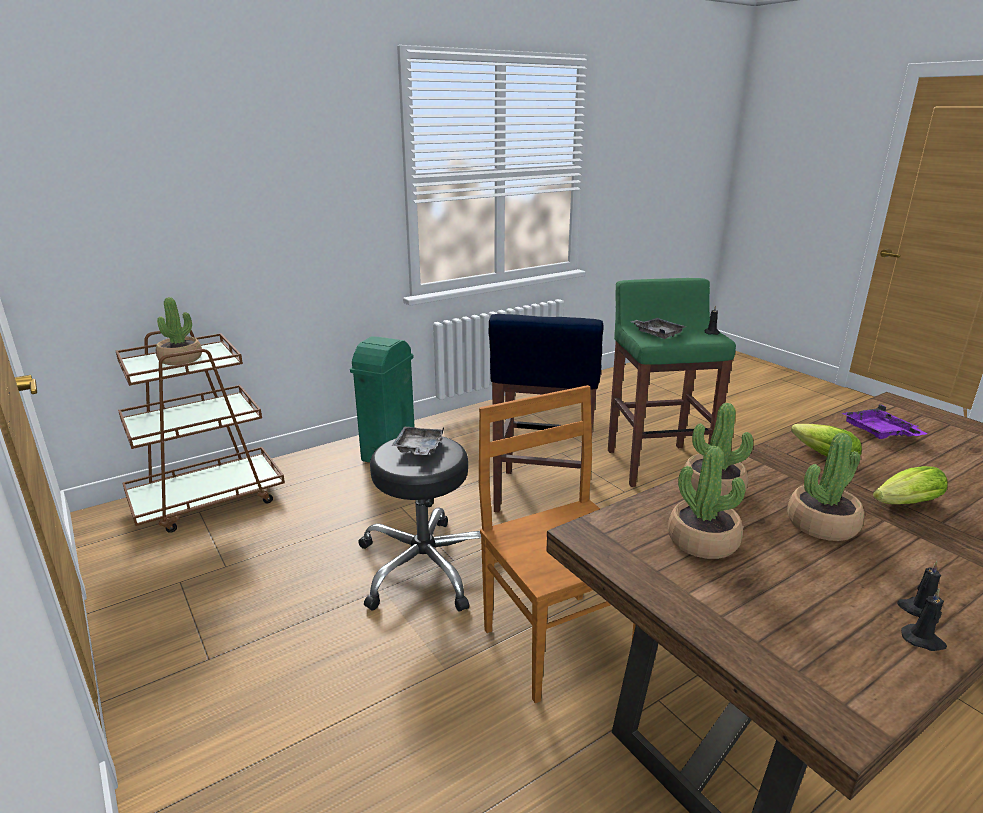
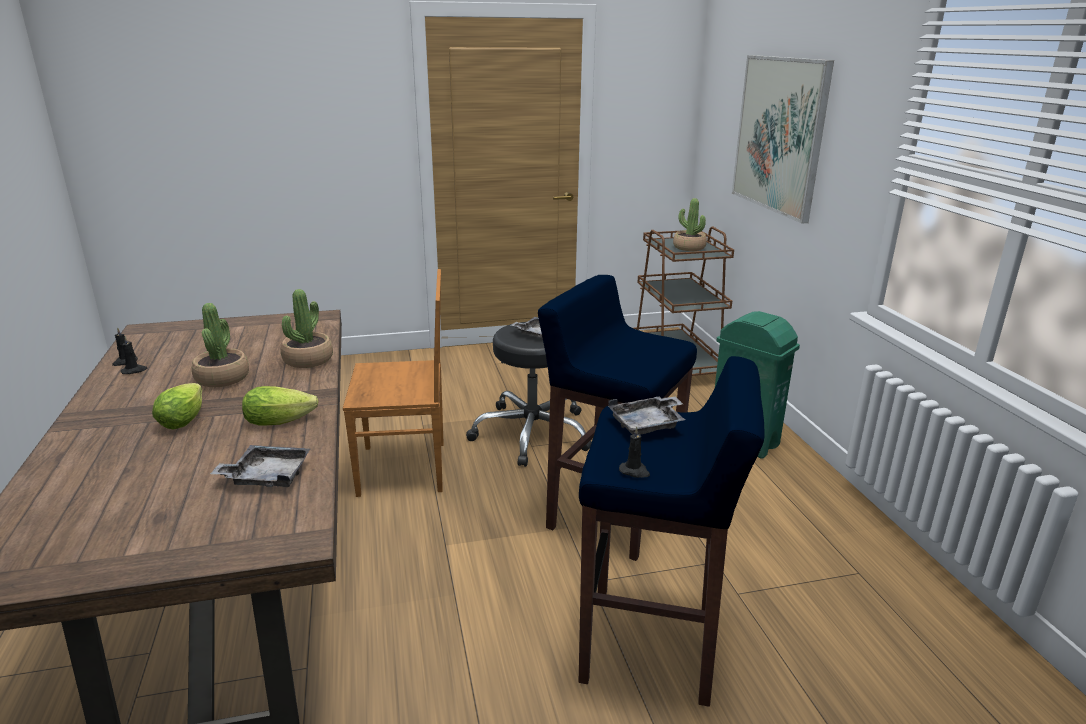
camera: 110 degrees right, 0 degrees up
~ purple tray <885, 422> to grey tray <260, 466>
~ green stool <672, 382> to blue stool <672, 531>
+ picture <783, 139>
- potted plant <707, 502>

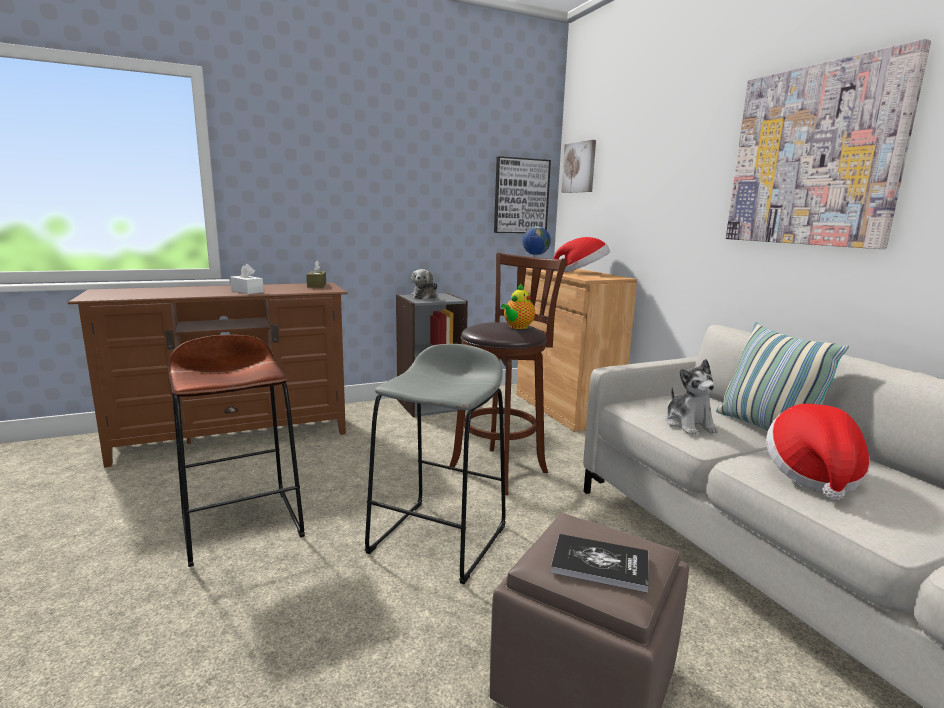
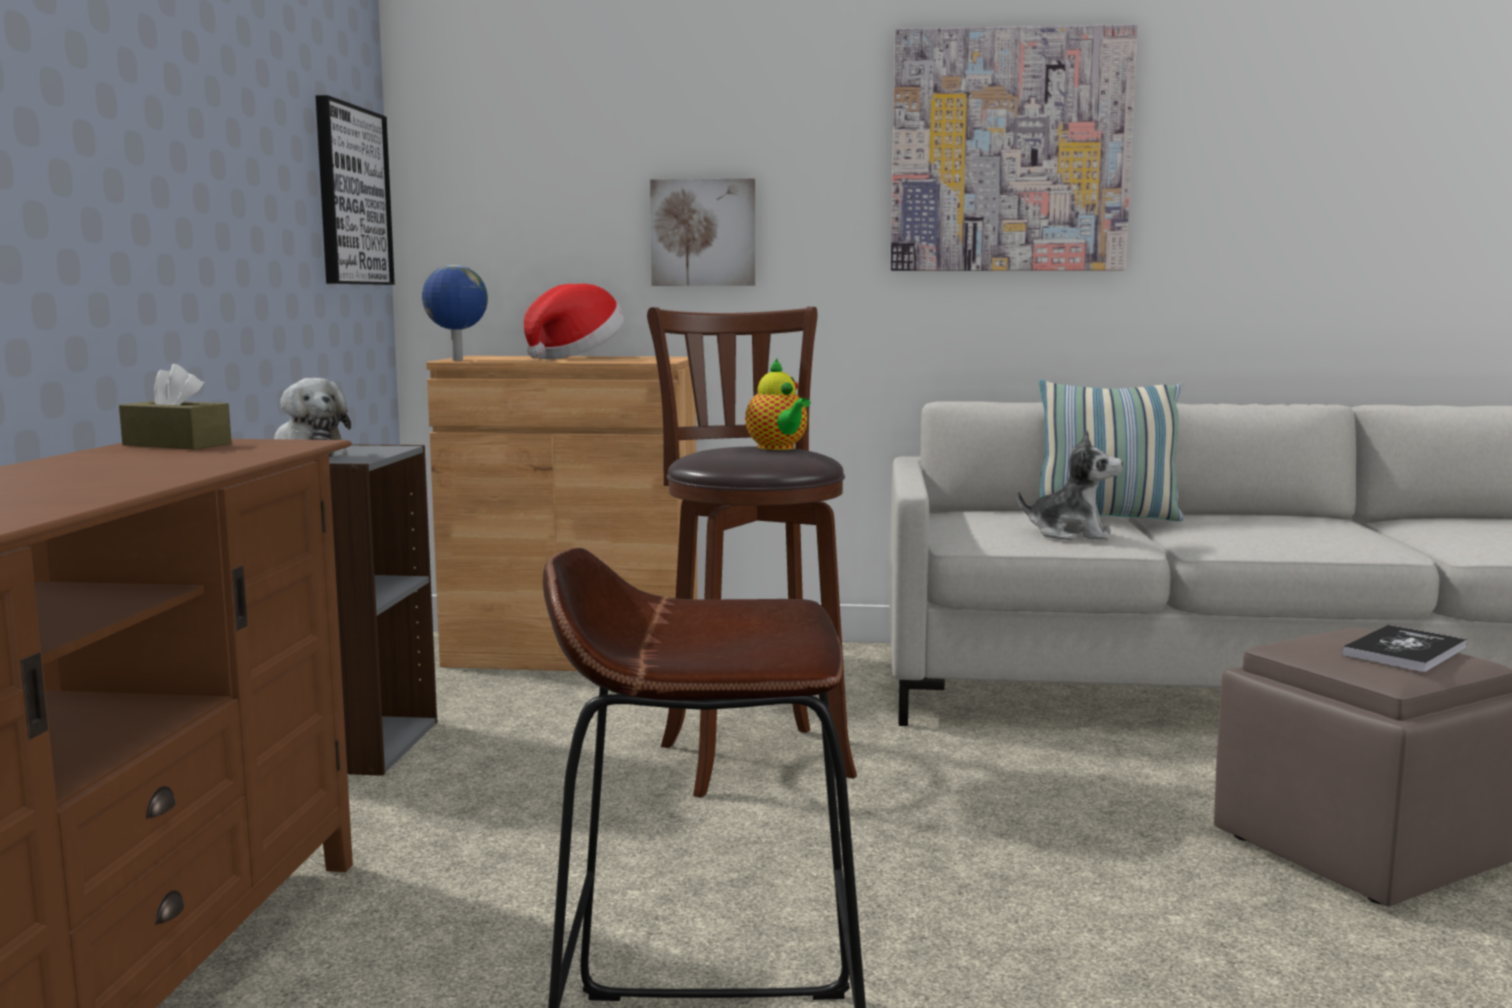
camera: 60 degrees left, 5 degrees down
~ picture <579, 166> to <702, 232>
- white tissue box <247, 279>
- grey stool <435, 464>
- hat <818, 452>

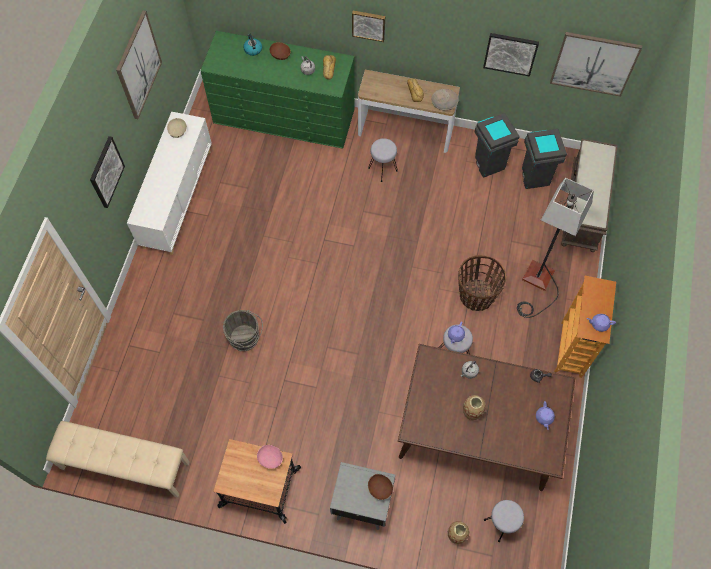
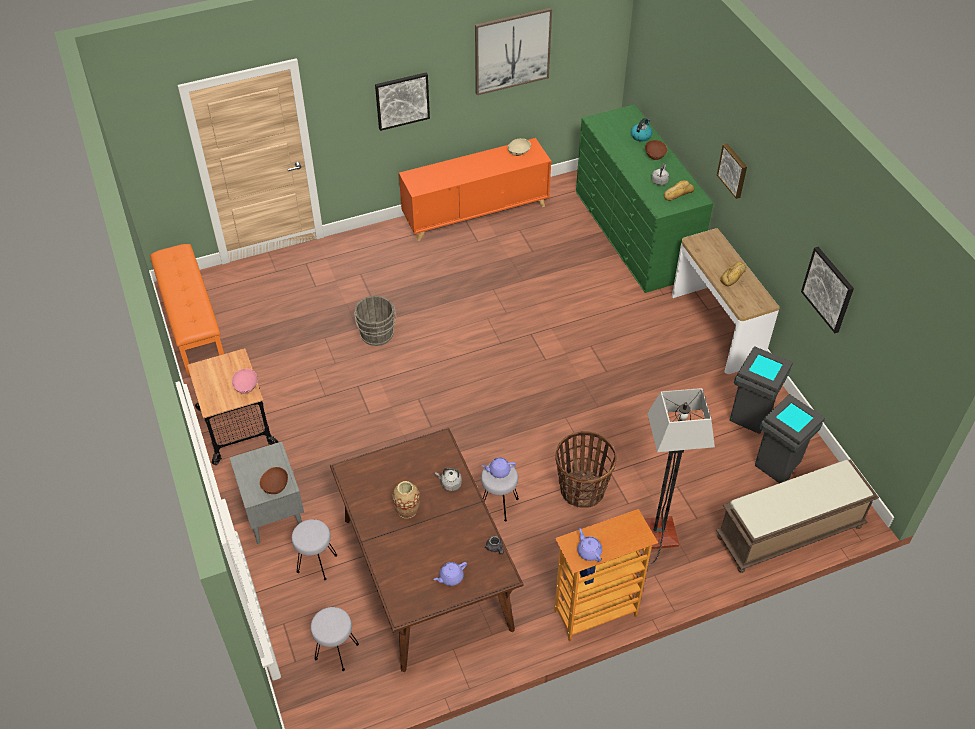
camera: 55 degrees right, 15 degrees down
~ beige bench <118, 459> to orange bench <187, 310>
~ grey stool <383, 160> to <314, 549>
~ white cabinet <169, 183> to orange cabinet <475, 189>
- beige bowl <445, 99>
- vase <458, 532>
- picture <596, 64>

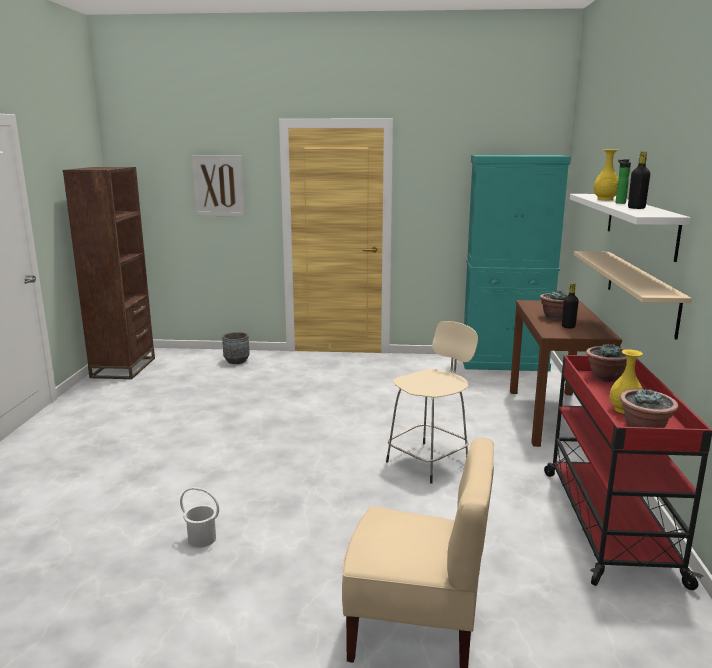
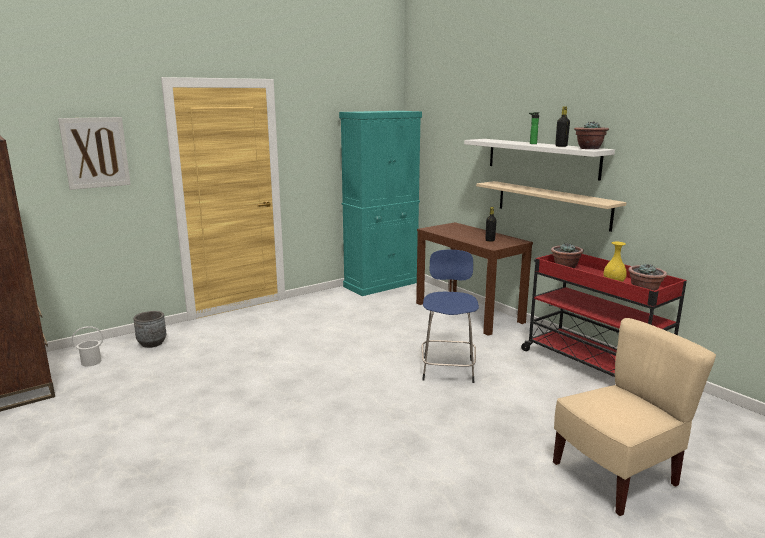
camera: 40 degrees left, 0 degrees up
~ white bucket <199, 517> to <87, 346>
~ beige stool <432, 402> to blue stool <450, 316>
~ potted plant <554, 304> to <591, 135>
- yellow vase <606, 174>

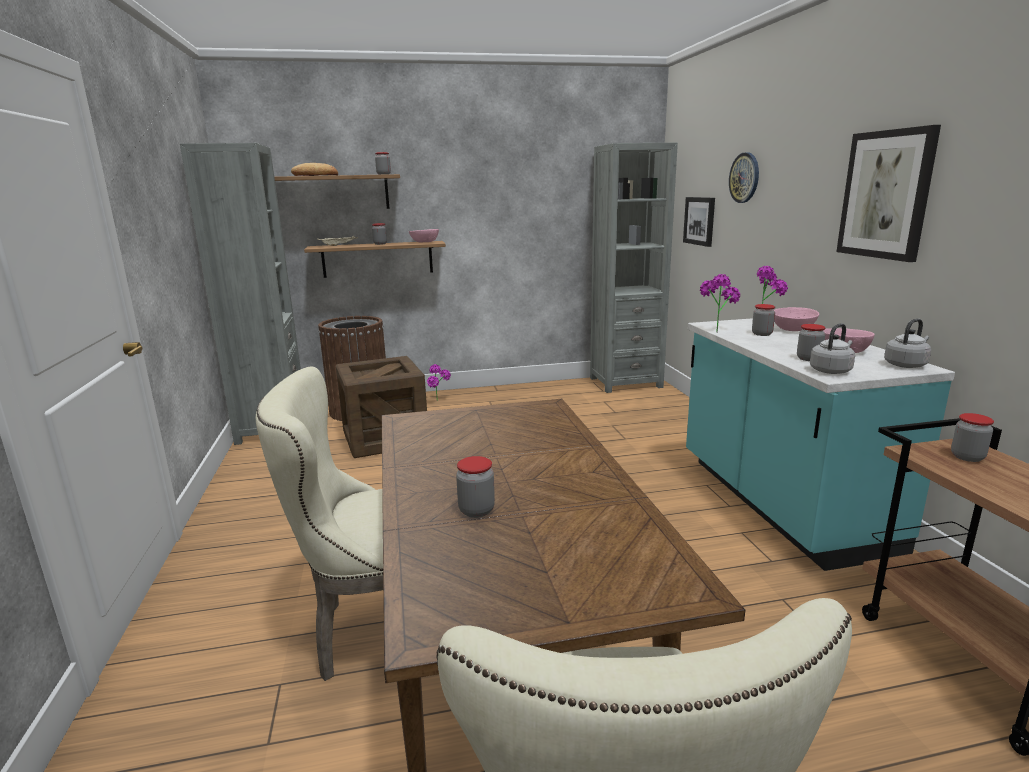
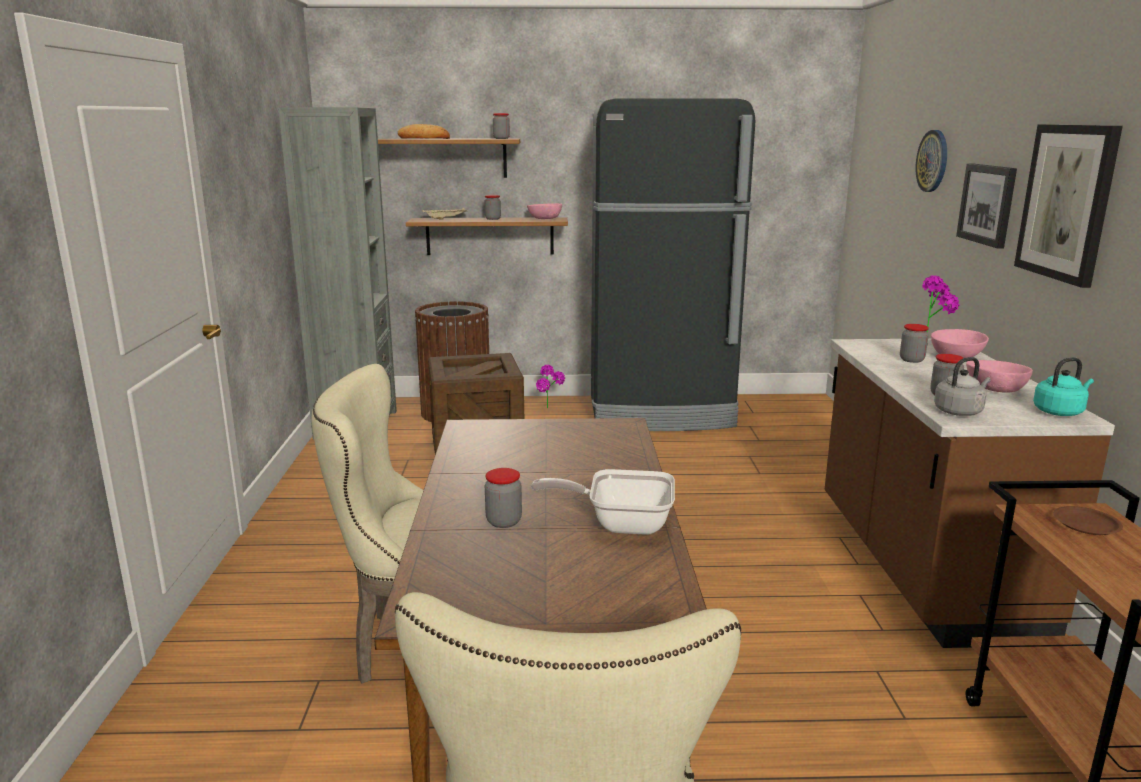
camera: 10 degrees right, 0 degrees up
+ frying pan <603, 502>
+ black fridge <673, 264>
~ turquoise counter <820, 444> to brown counter <970, 493>
~ picture <699, 222> to <986, 206>
~ grey kettle <907, 343> to turquoise kettle <1063, 386>
~ jar <972, 437> to brown plate <1088, 520>
- grey bookcase <634, 268>
- potted plant <720, 303>

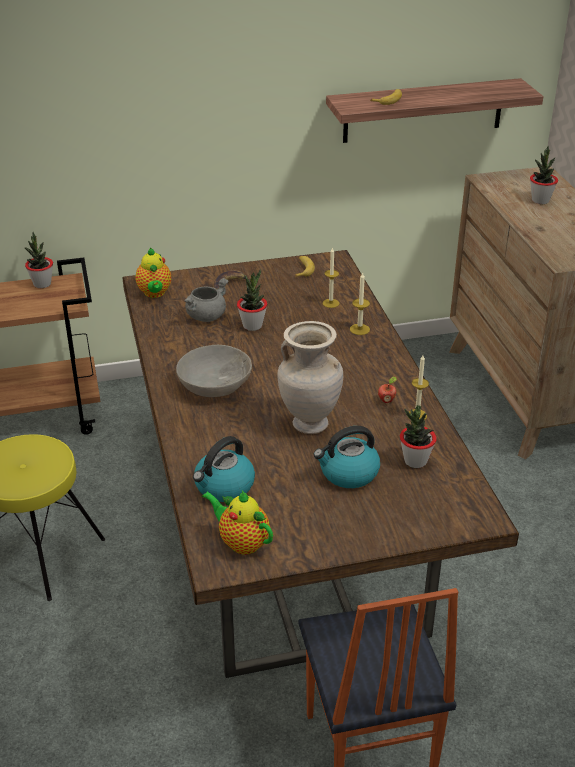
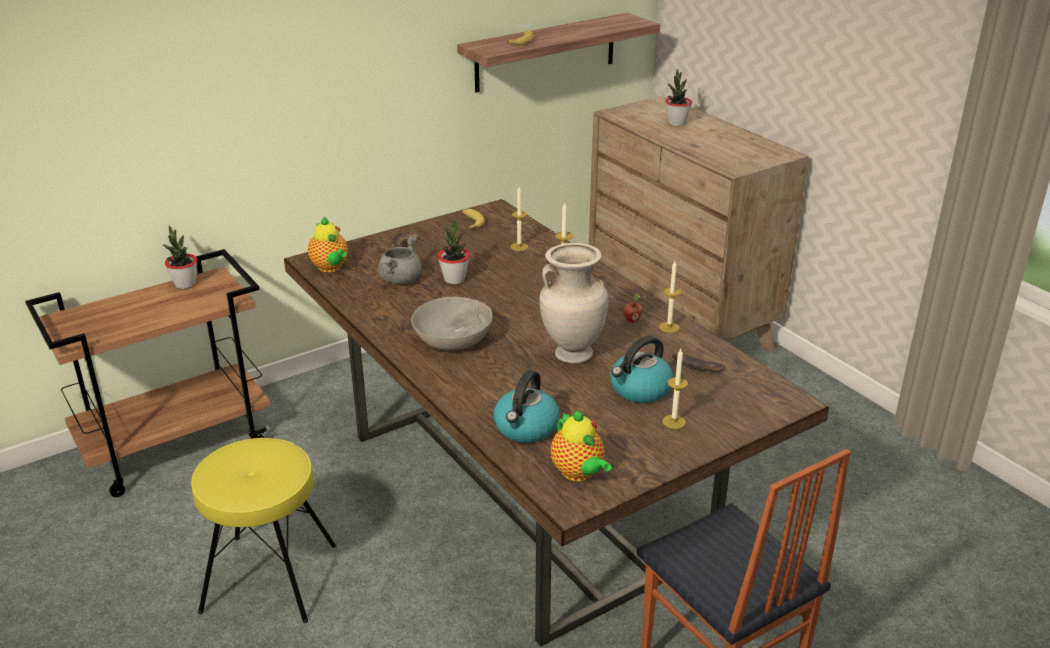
camera: 20 degrees left, 5 degrees down
~ teapot <237, 523> = <581, 446> 135 degrees counterclockwise
+ candle <675, 389>
~ potted plant <418, 436> to banana <698, 361>

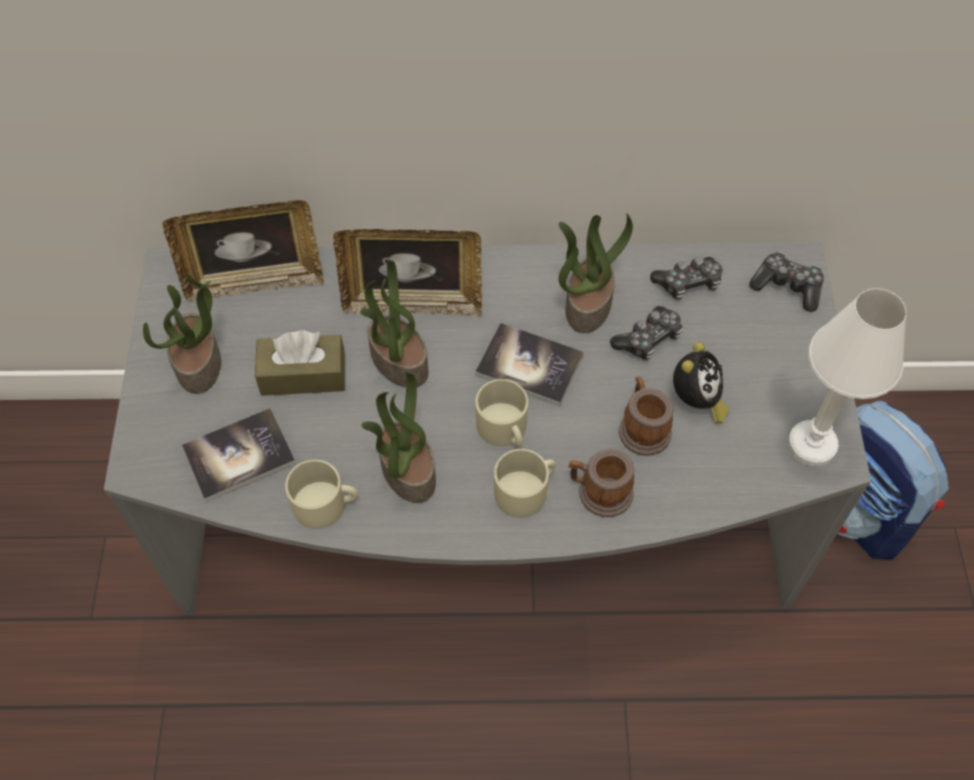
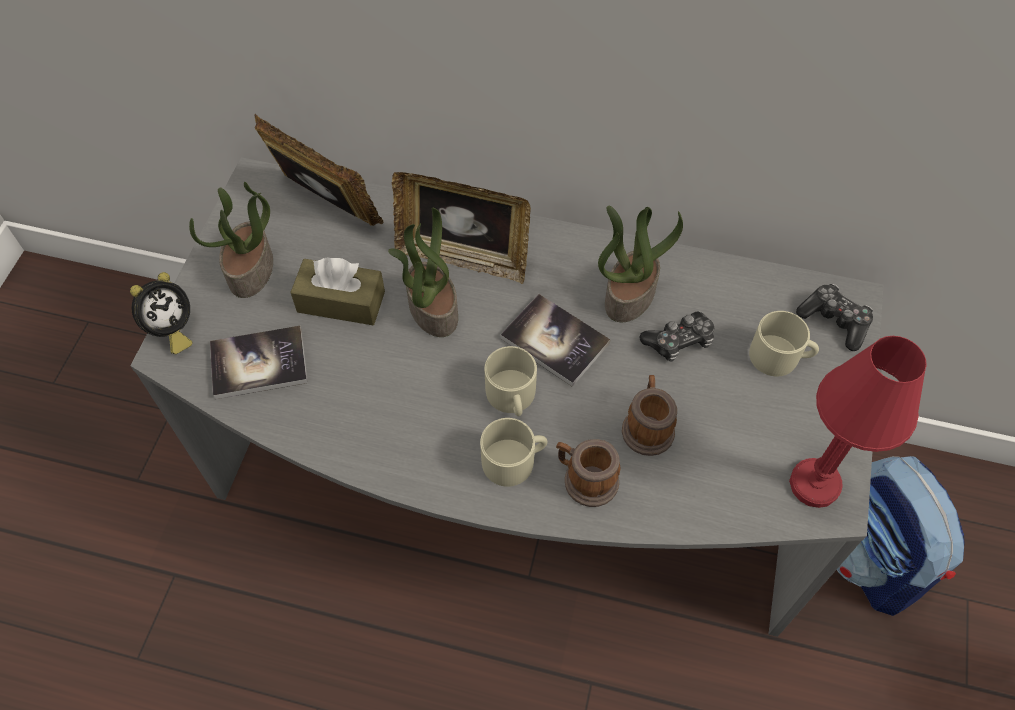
camera: 15 degrees right, 0 degrees up
~ alarm clock <701, 382> to <161, 313>
~ picture frame <243, 250> = <319, 170> 150 degrees counterclockwise
~ beige mug <321, 494> to <784, 344>
~ white table lamp <847, 377> to red table lamp <858, 422>
- potted plant <398, 437>
- game controller <686, 278>

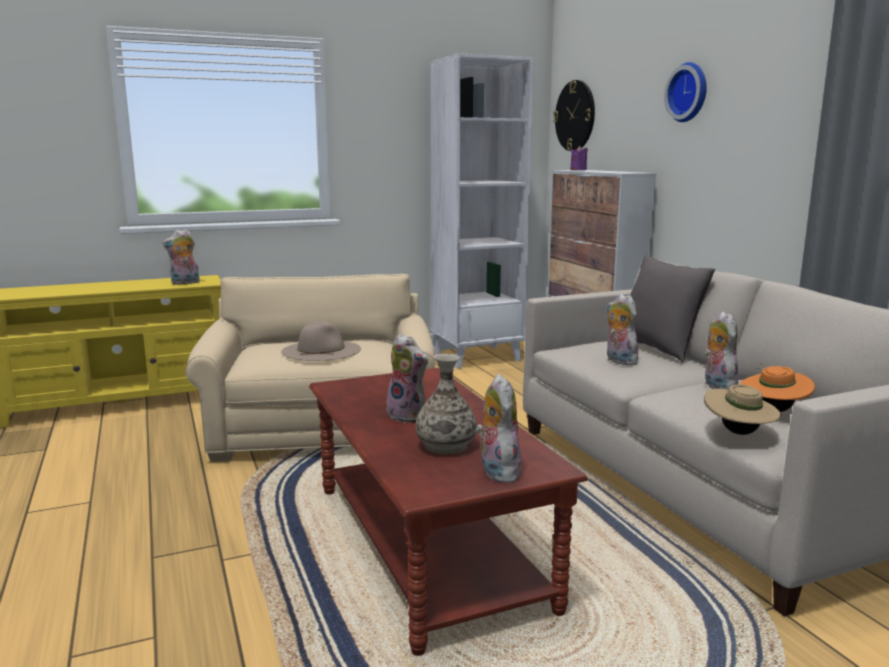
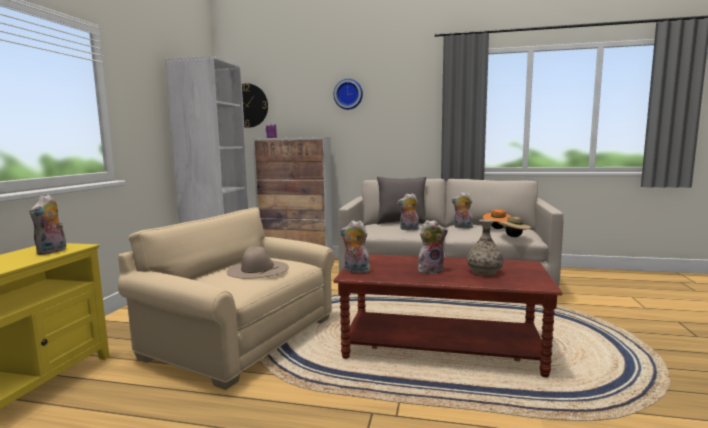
camera: 55 degrees left, 5 degrees down
~ plush toy <499, 428> to <355, 246>

